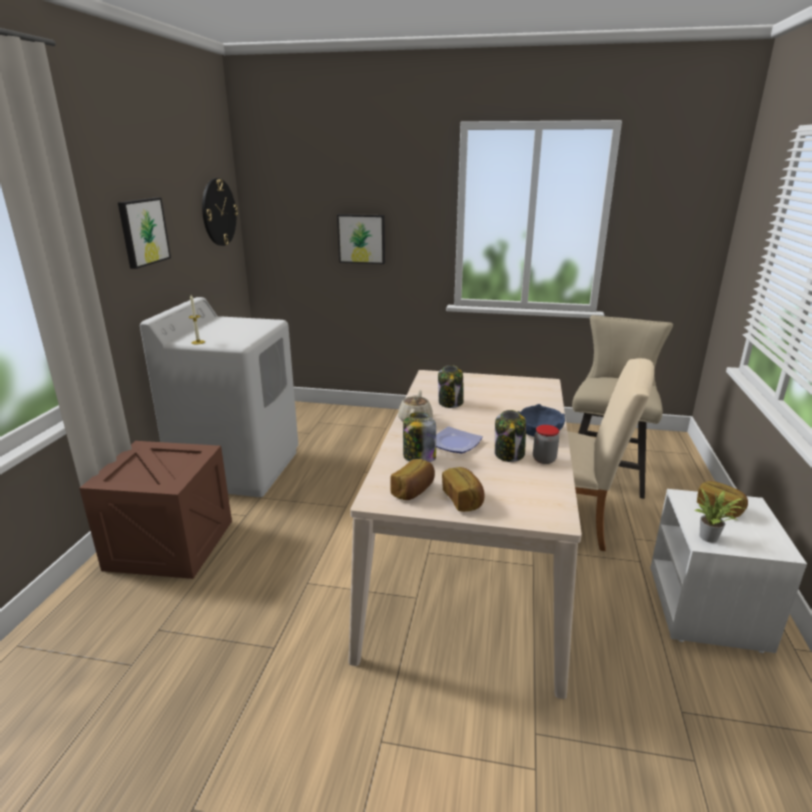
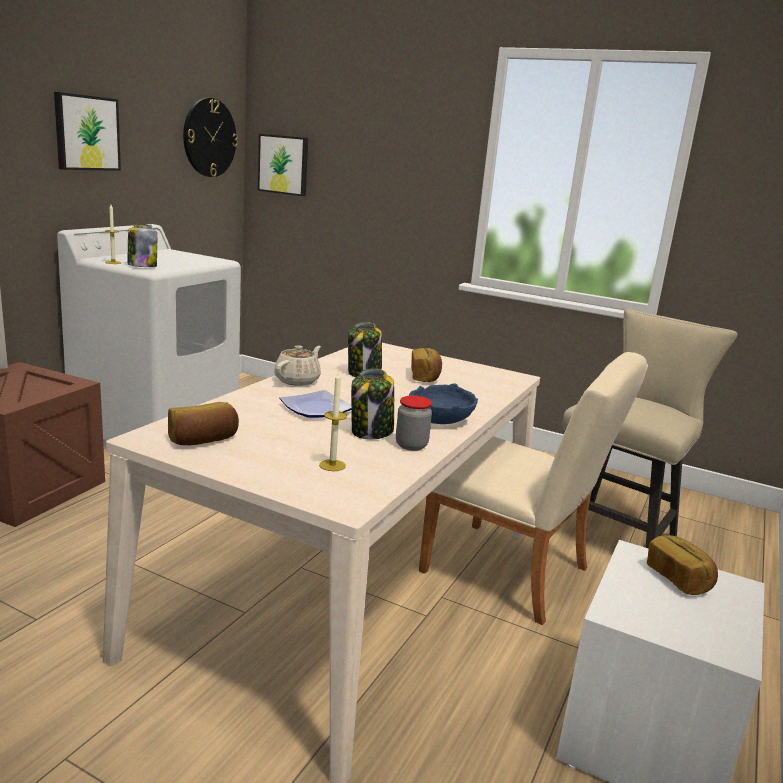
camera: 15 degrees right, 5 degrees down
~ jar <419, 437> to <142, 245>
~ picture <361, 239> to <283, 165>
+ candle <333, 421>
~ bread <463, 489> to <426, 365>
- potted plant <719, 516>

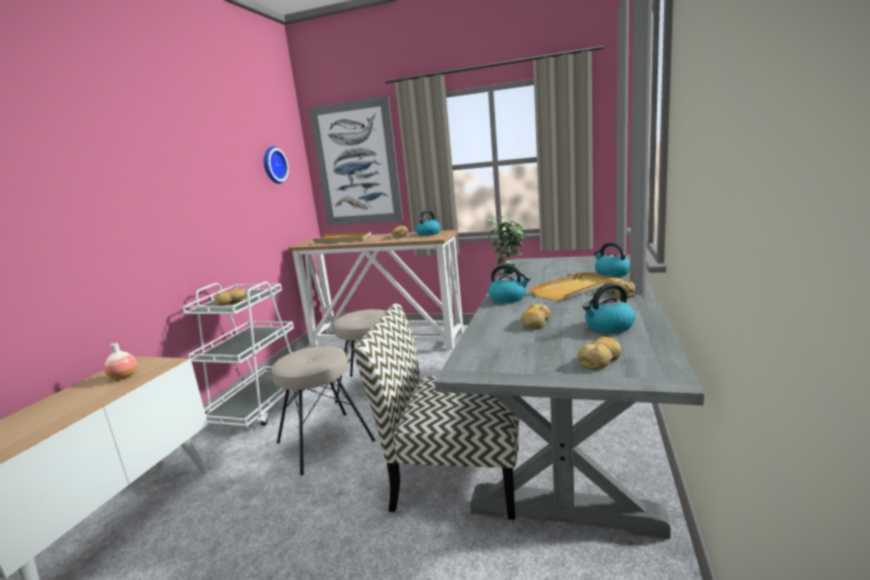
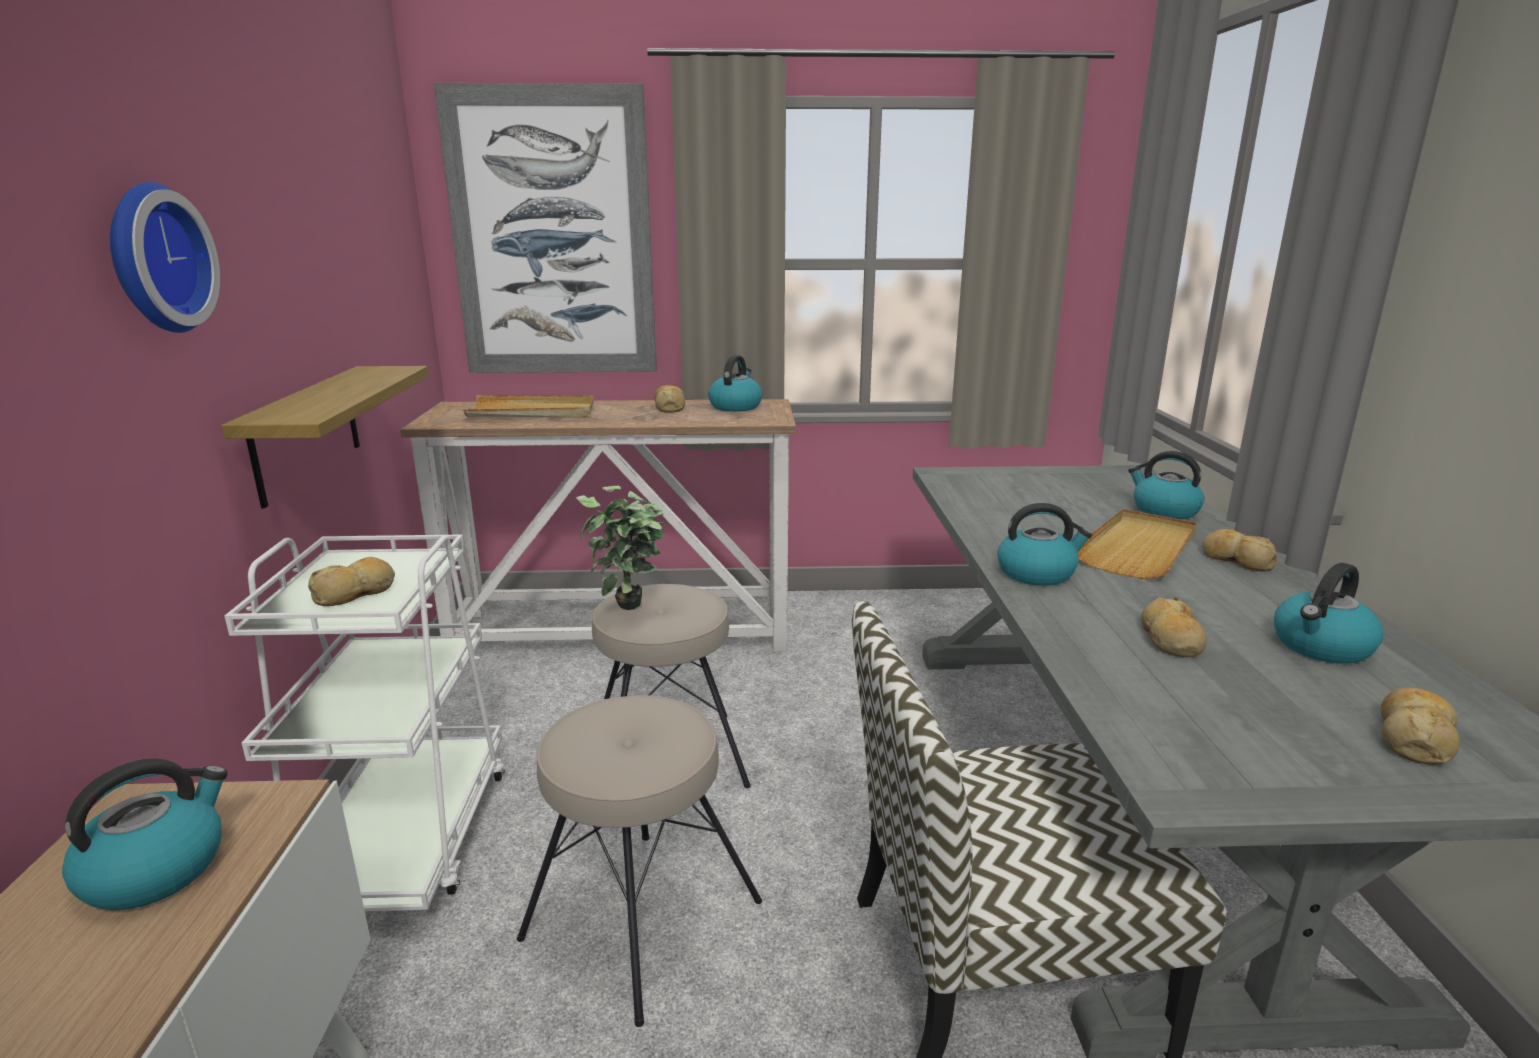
camera: 20 degrees left, 5 degrees up
~ vase <120, 361> to kettle <145, 834>
~ wall clock <276, 165> to <165, 257>
+ shelf <325, 437>
~ potted plant <506, 245> to <621, 547>

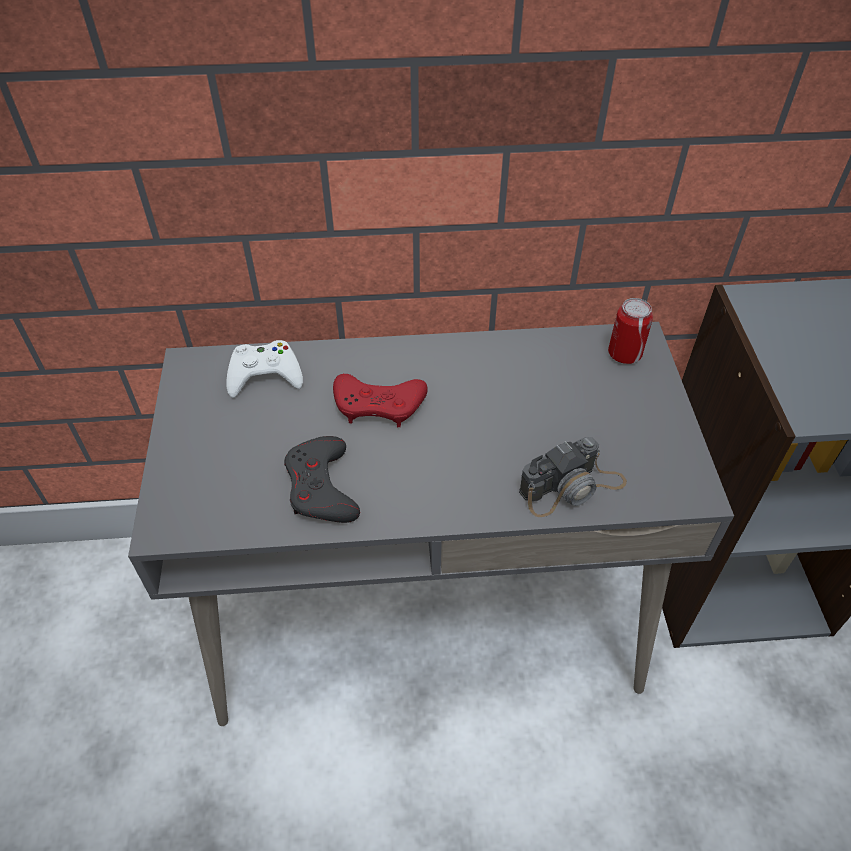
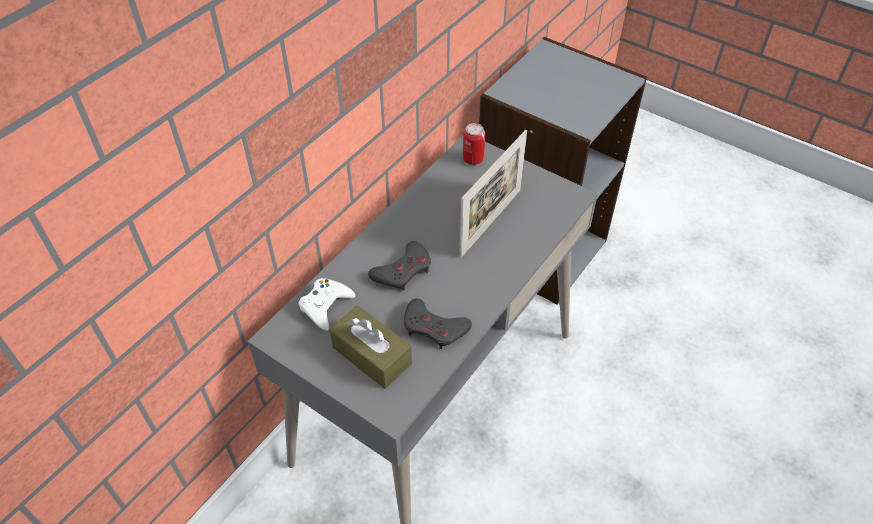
camera: 50 degrees left, 0 degrees up
+ brown tissue box <371, 347>
~ red game controller <380, 400> to grey game controller <399, 266>
+ picture frame <493, 194>
- photo camera <573, 477>

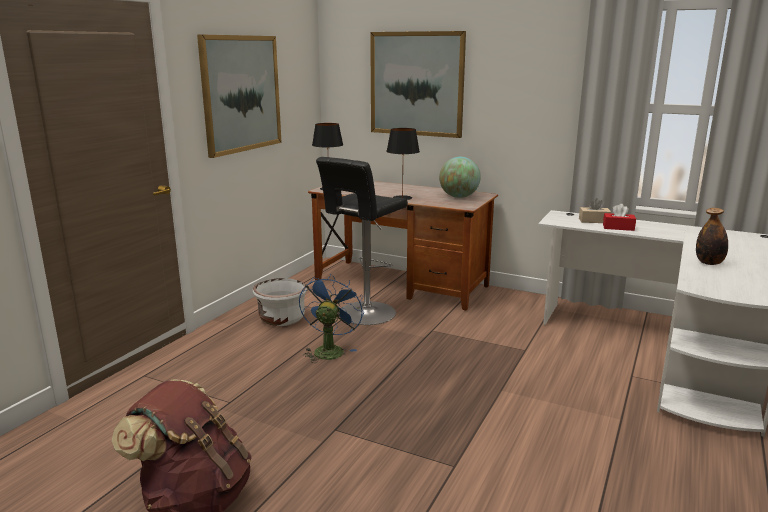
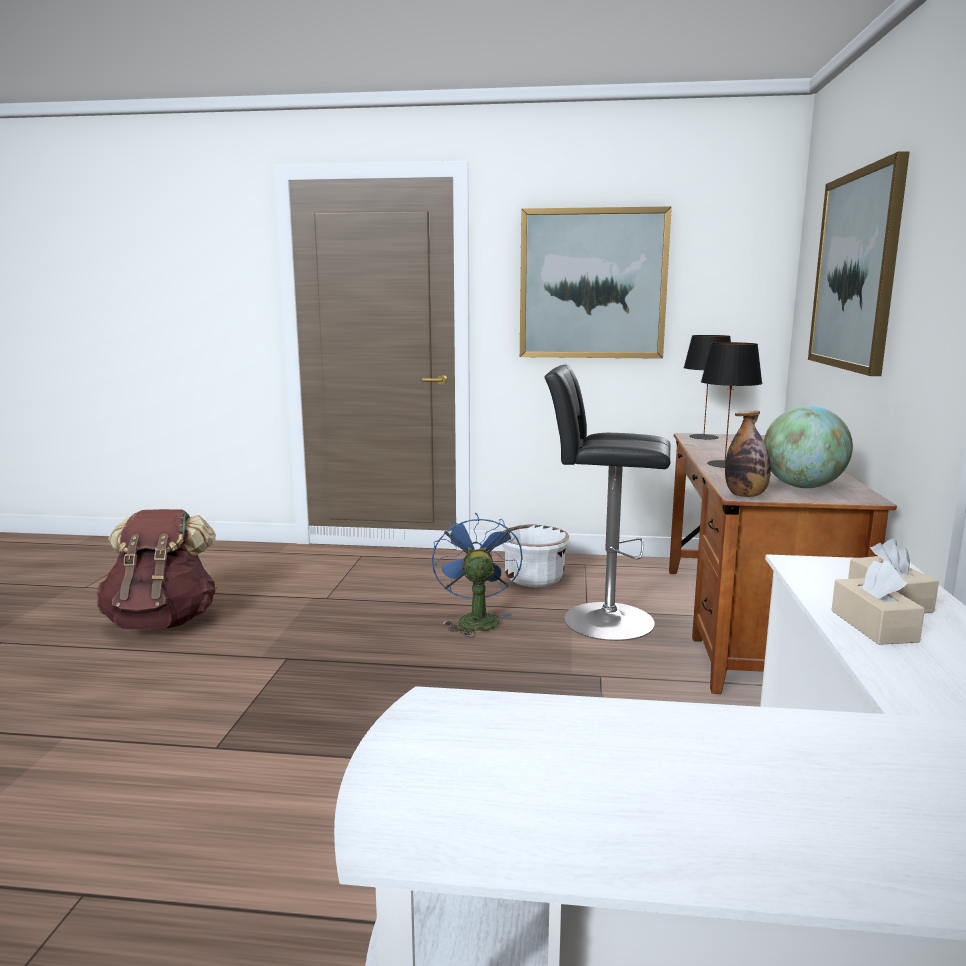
camera: 70 degrees right, 5 degrees down
~ blue fan <331, 318> = <477, 575> 90 degrees counterclockwise
~ bottle <712, 236> to <748, 454>
~ red tissue box <619, 217> to beige tissue box <878, 602>

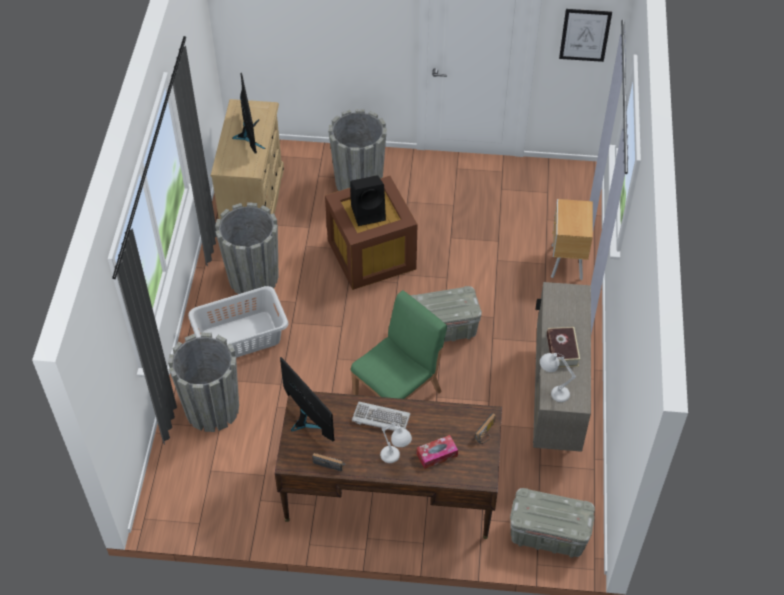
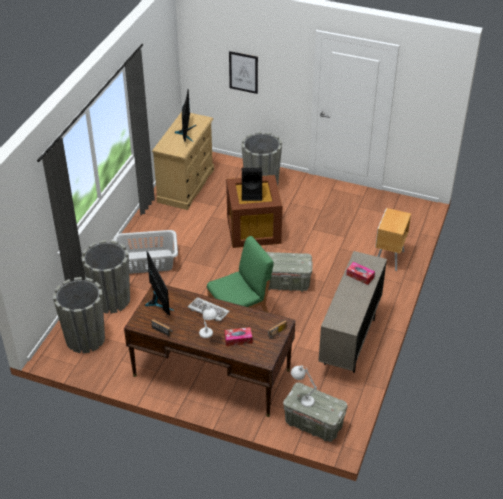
camera: 15 degrees right, 10 degrees down
~ grey planter <247, 248> to <79, 315>
~ picture <585, 35> to <243, 72>
~ white table lamp <558, 377> to <304, 386>
+ tissue box <360, 273>
- book <563, 347>

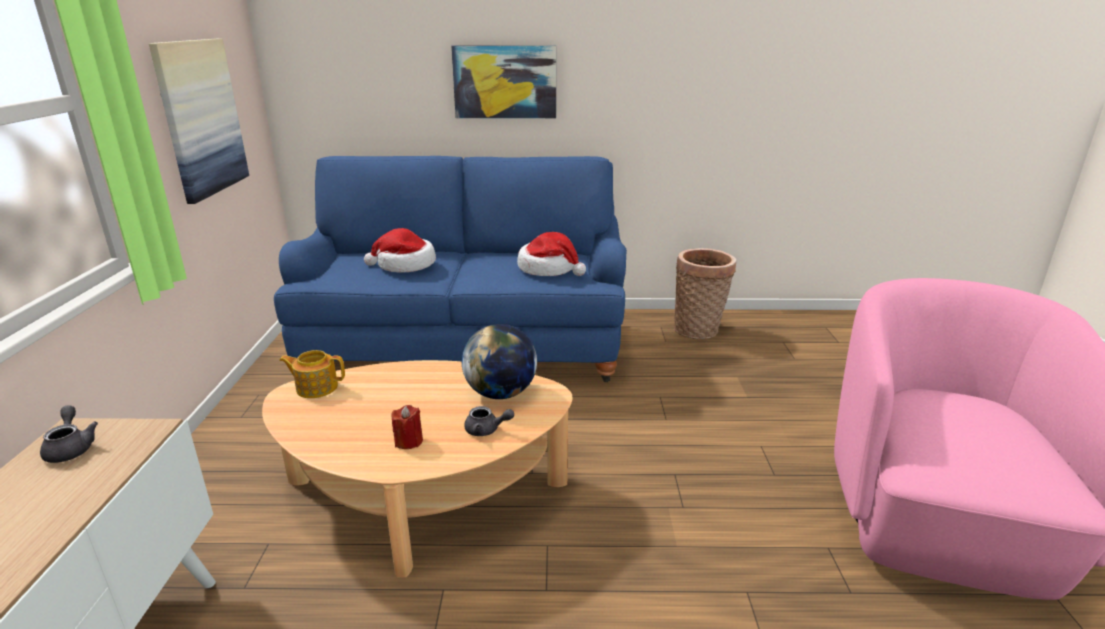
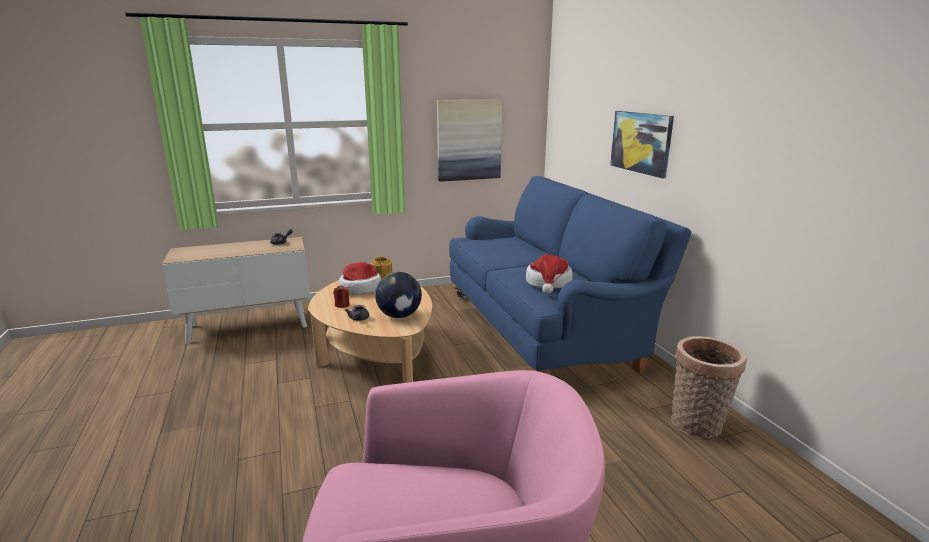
camera: 70 degrees right, 5 degrees down
~ hat <400, 250> to <360, 278>

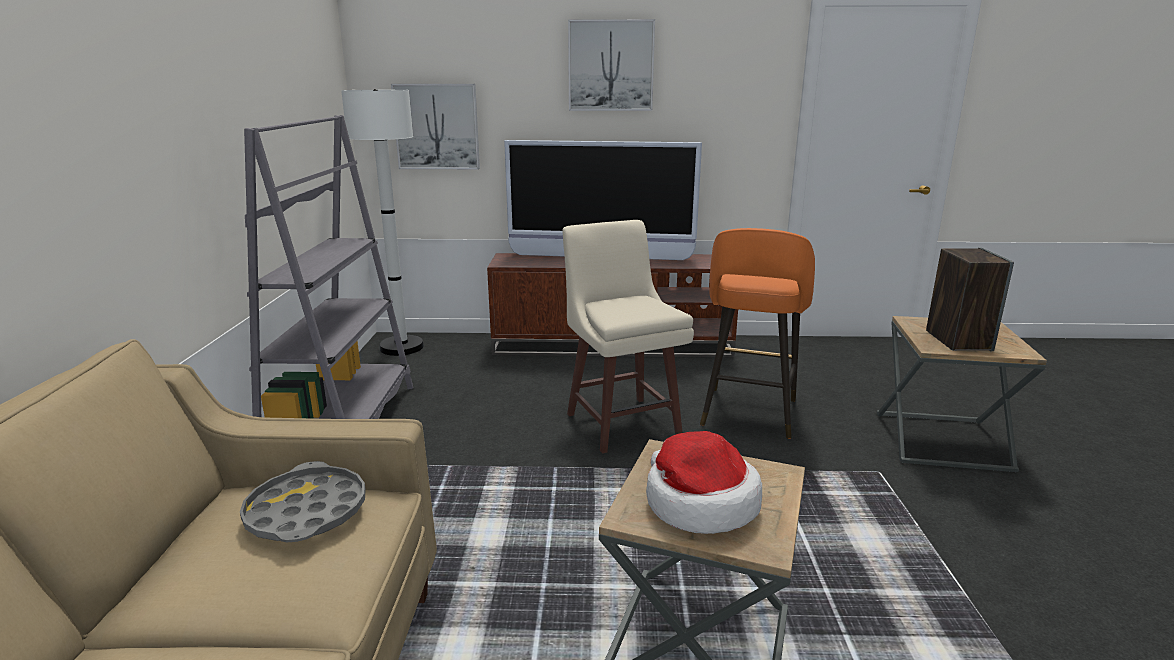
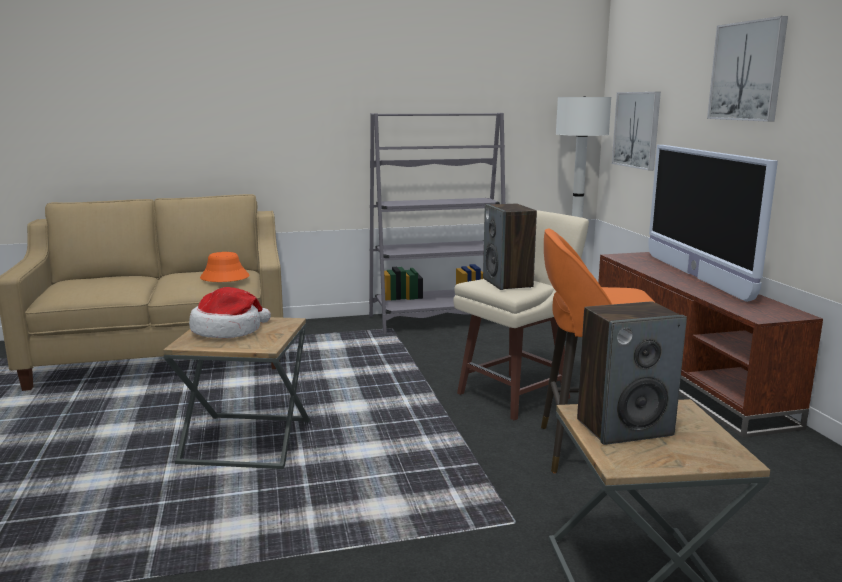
camera: 75 degrees right, 5 degrees down
~ grey tray <303, 501> to orange hat <225, 267>
+ speaker <510, 247>

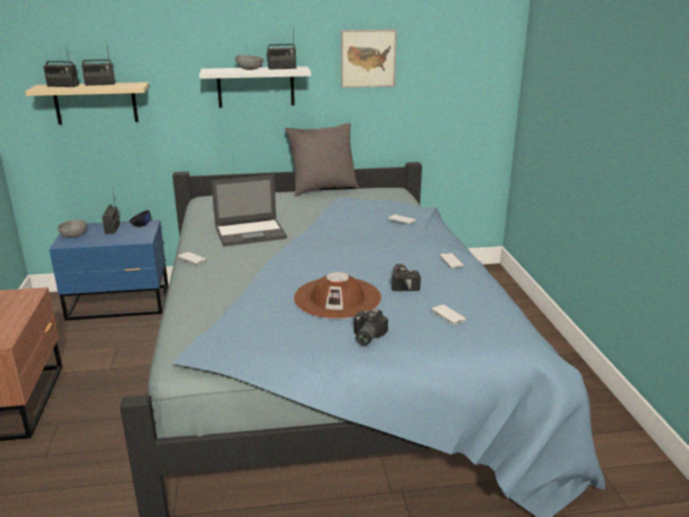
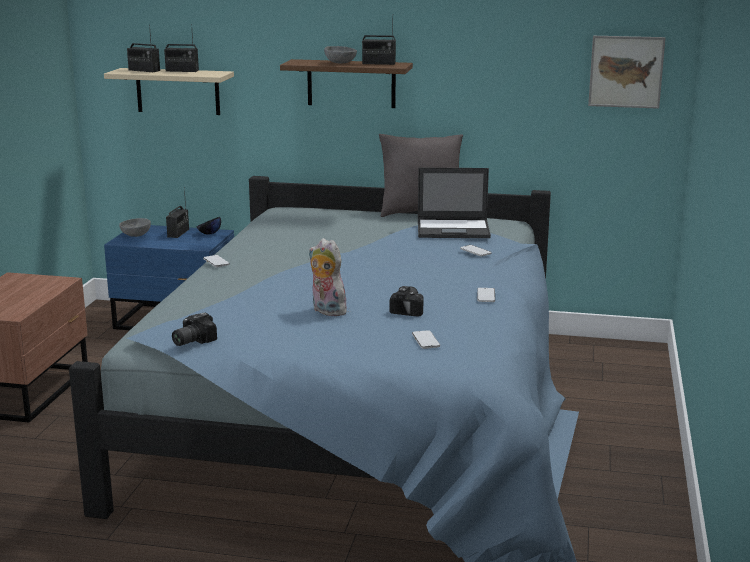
camera: 20 degrees right, 5 degrees down
~ photo camera <371, 326> to <194, 329>
~ white shelf <255, 87> to brown shelf <346, 83>
~ brown hat <337, 295> to plush toy <328, 277>
~ laptop <249, 210> to <454, 203>
~ picture <369, 58> to <626, 72>

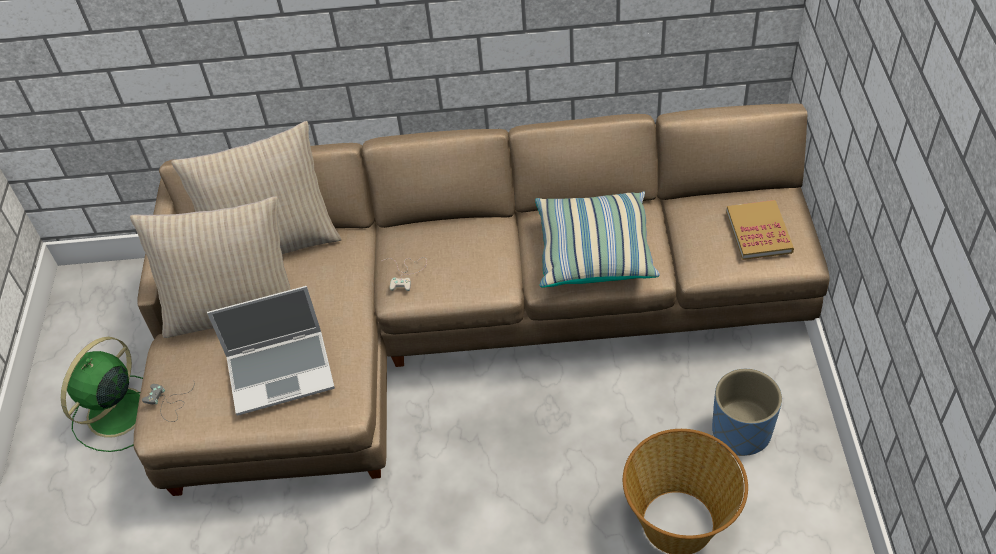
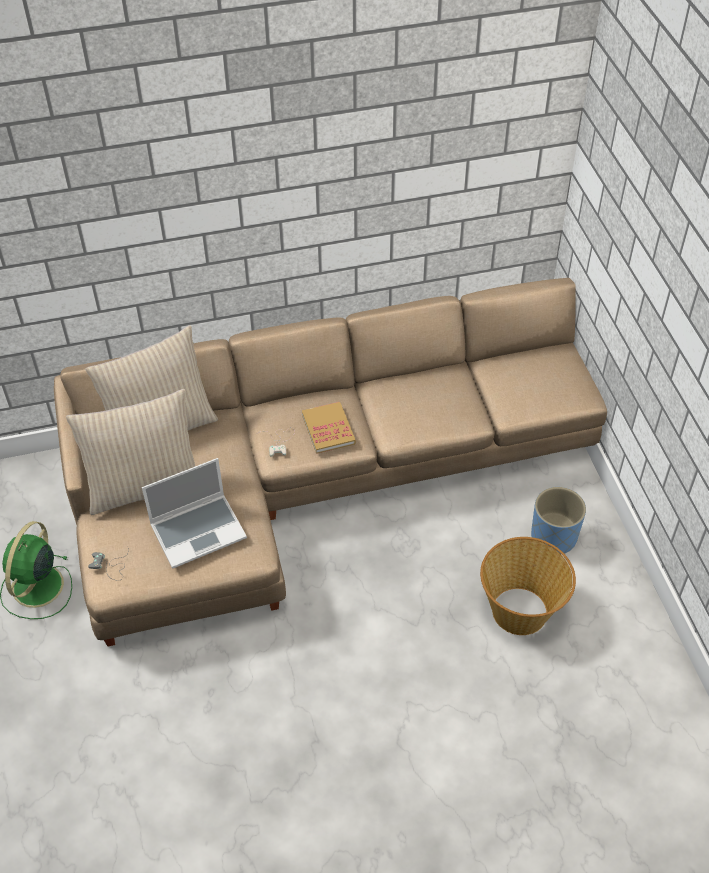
camera: 15 degrees left, 0 degrees up
~ book <760, 230> to <329, 428>
- pillow <597, 239>

